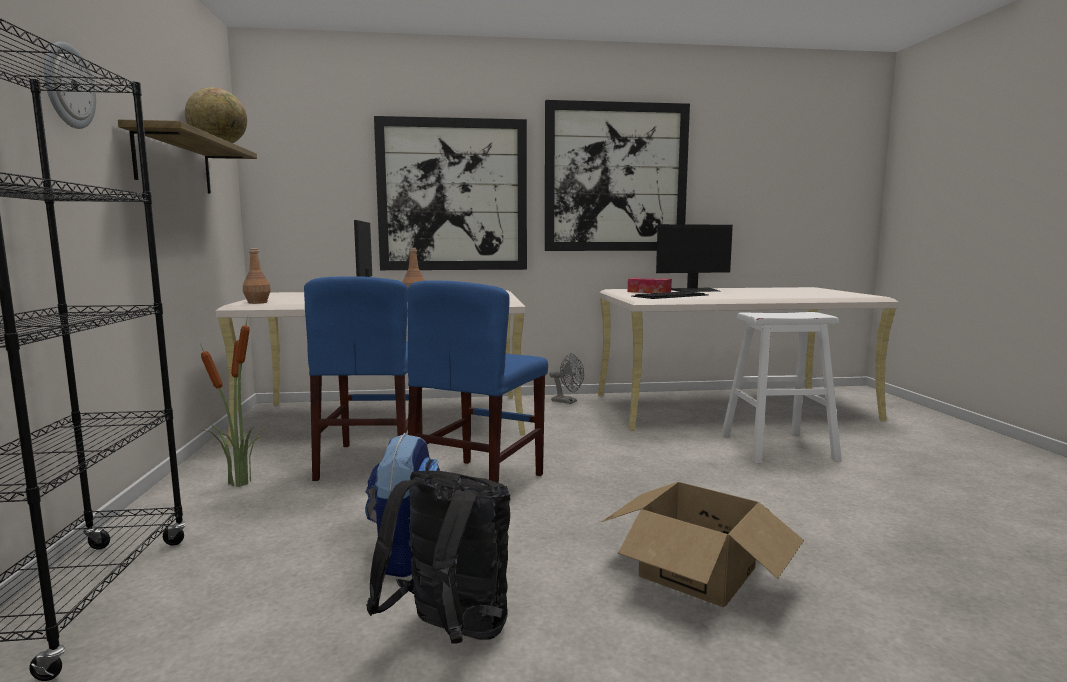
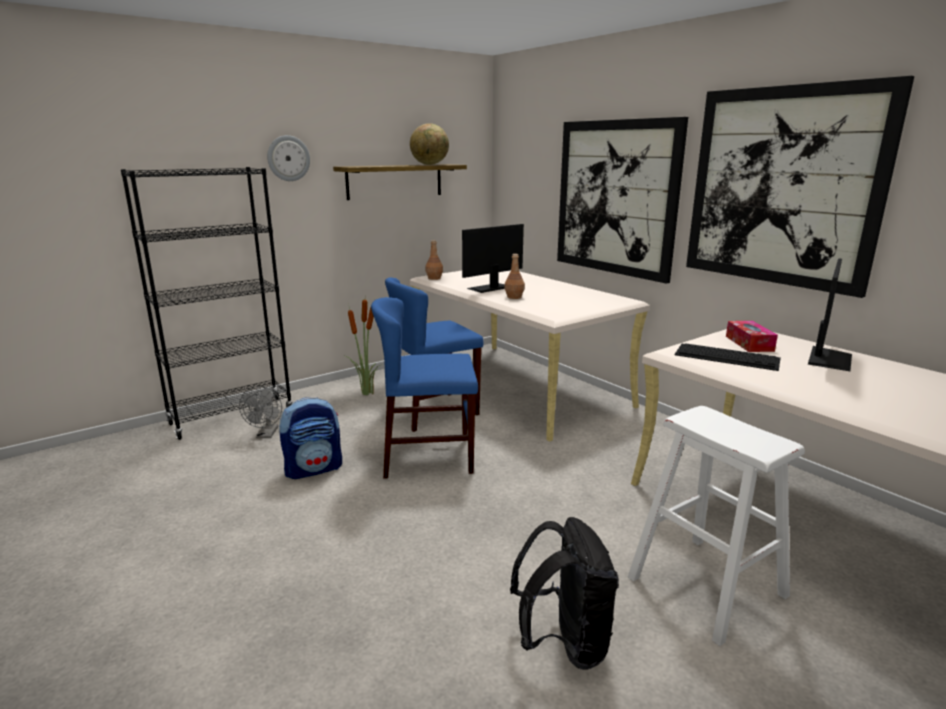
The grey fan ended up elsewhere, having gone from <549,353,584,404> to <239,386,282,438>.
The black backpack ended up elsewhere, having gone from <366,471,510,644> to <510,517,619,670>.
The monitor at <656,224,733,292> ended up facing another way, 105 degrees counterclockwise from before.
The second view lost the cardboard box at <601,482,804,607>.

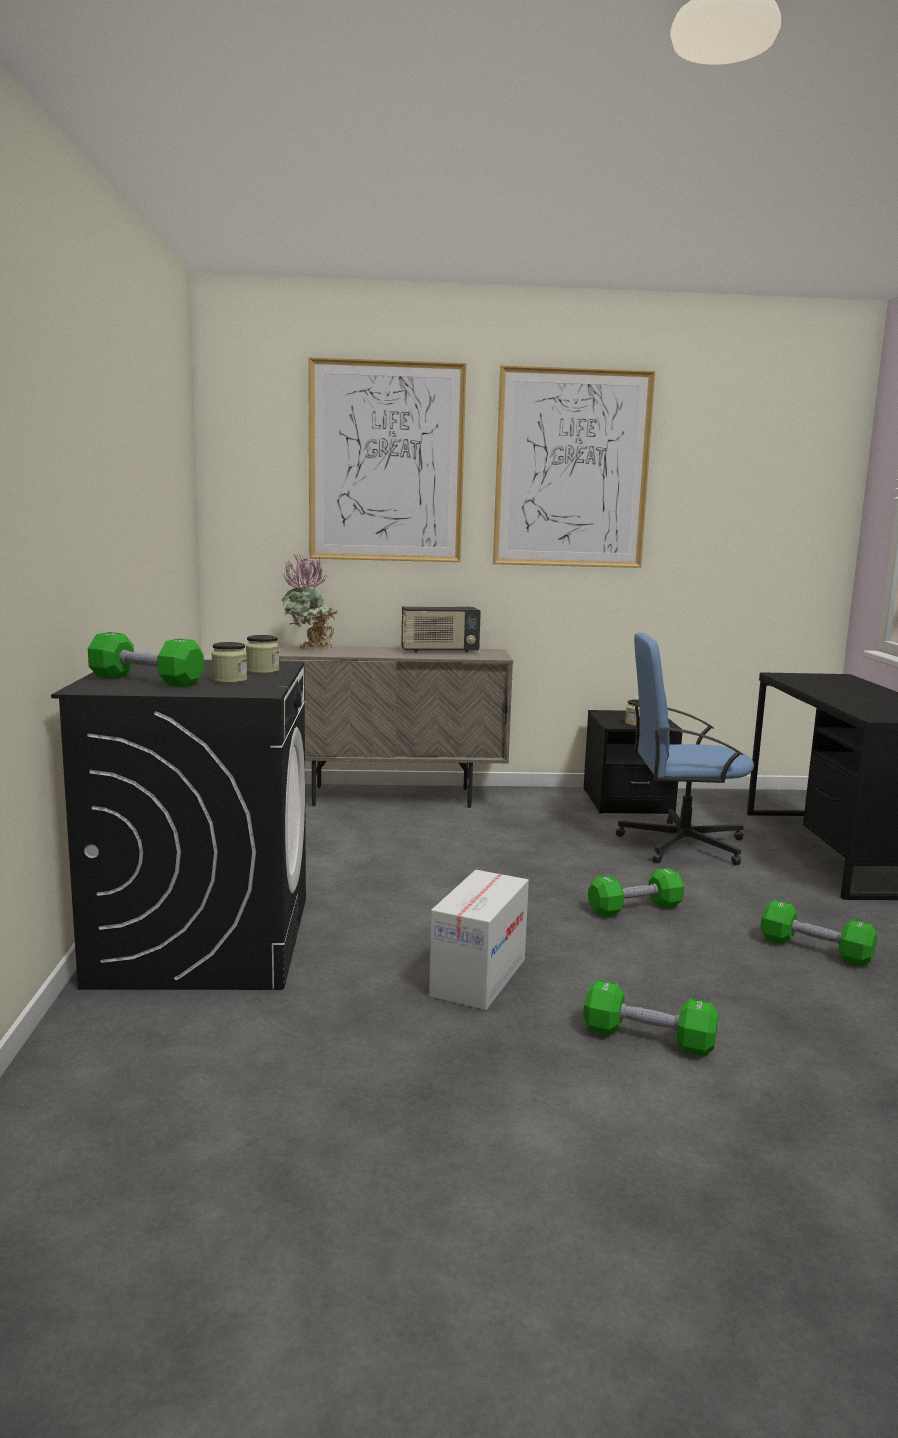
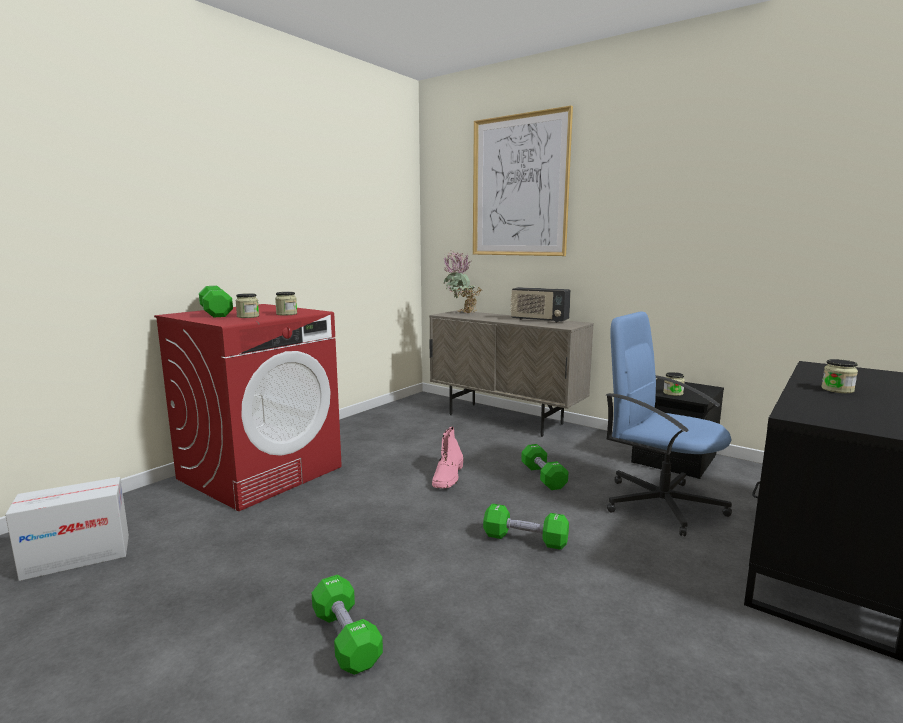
The cardboard box ended up elsewhere, having gone from <429,870,529,1010> to <5,477,129,581>.
What was the black washing machine at <51,660,306,990> turned into the red washing machine at <154,304,342,511>.
The second view gained the pink boot at <432,427,463,489>.
The green dumbbell ended up elsewhere, having gone from <760,900,877,967> to <521,444,568,490>.
The second view gained the jar at <821,359,858,393>.
The second view lost the picture at <493,365,655,568>.

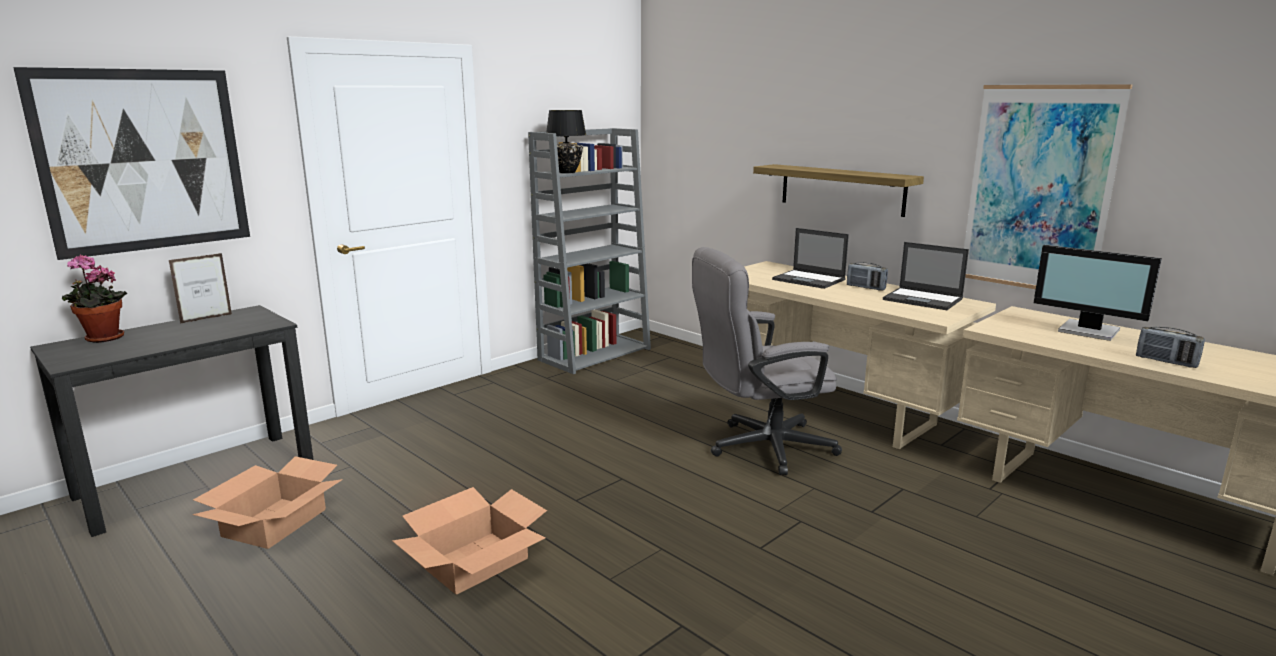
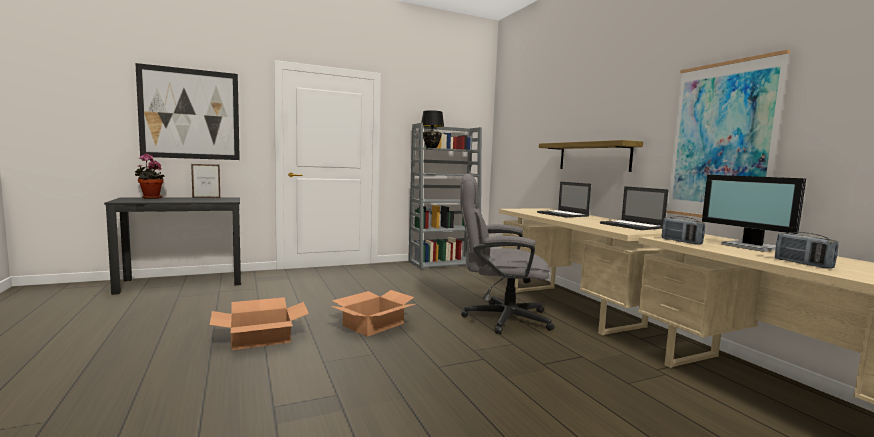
The cardboard box ended up elsewhere, having gone from <192,456,343,549> to <331,290,415,337>.
The radio ended up elsewhere, having gone from <847,262,888,290> to <662,217,705,245>.

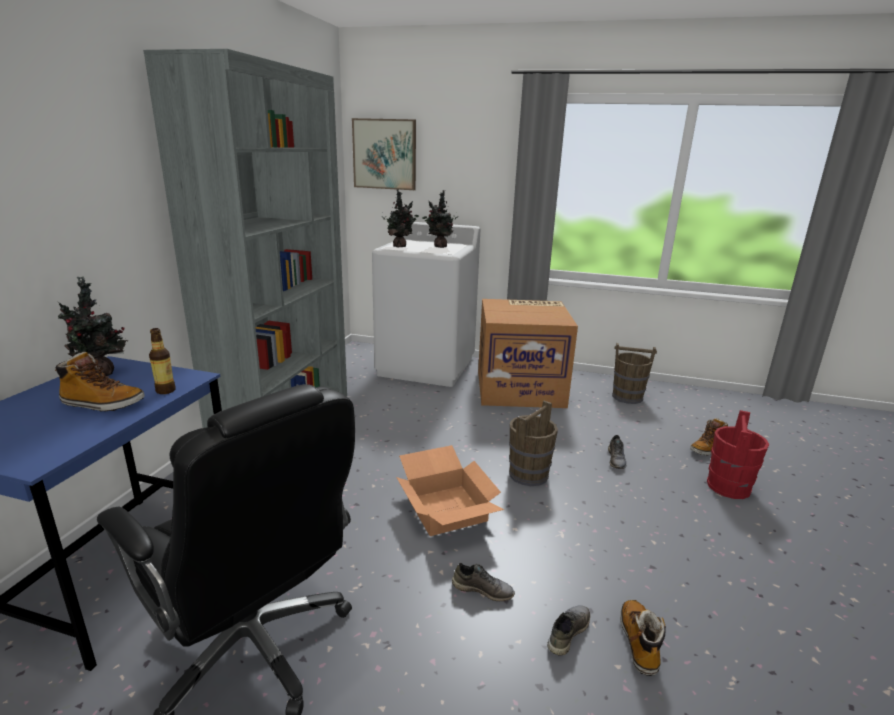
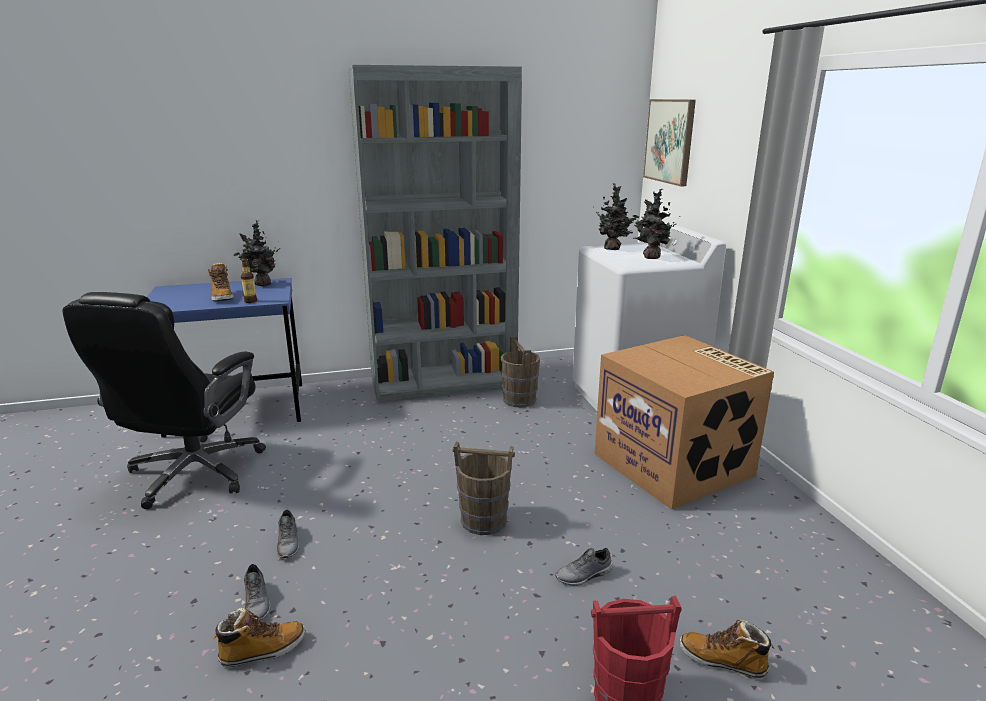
The grey shoe at <547,606,590,655> ended up facing another way, 60 degrees clockwise from before.
The brown bucket ended up elsewhere, having gone from <612,343,657,404> to <501,336,540,408>.
The second view lost the cardboard box at <396,445,504,536>.

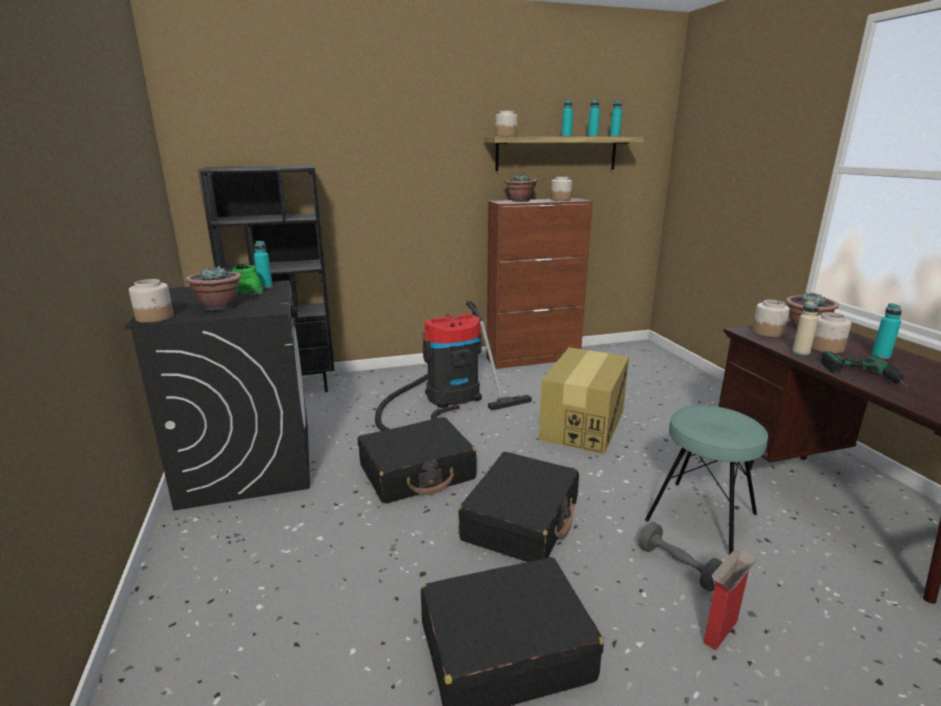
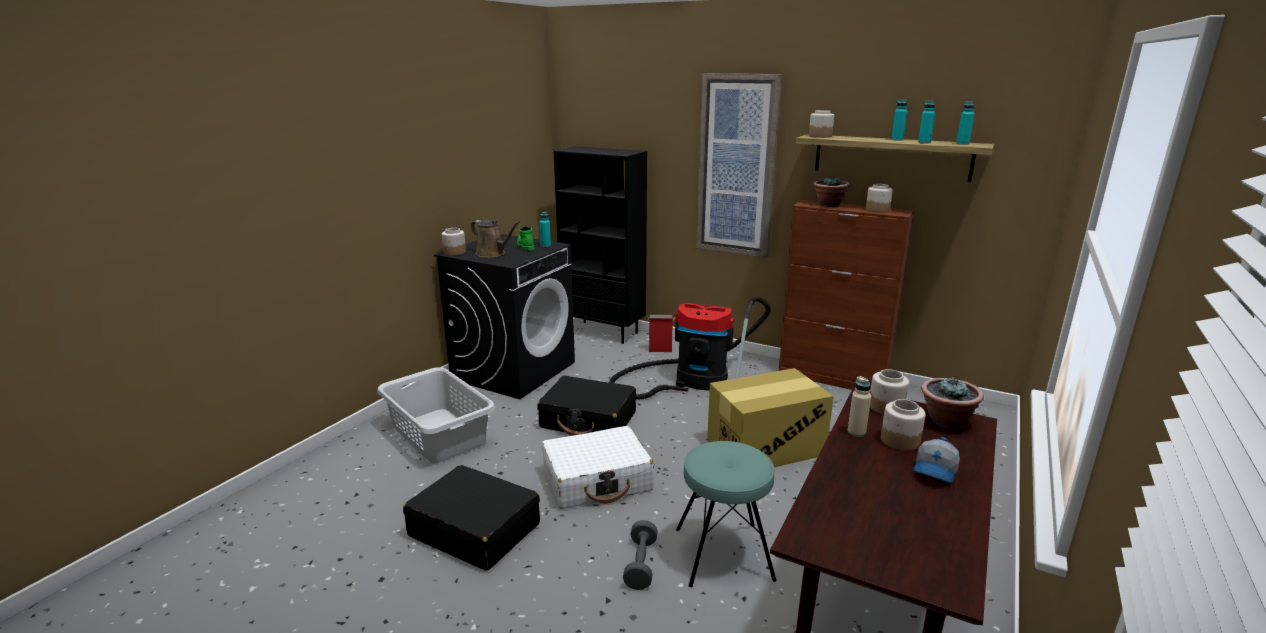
The second view gained the grey laundry basket at <377,367,495,463>.
Where the potted plant stood at <185,265,242,311>, the brown watering can came to stand at <471,219,520,258>.
What was the black suitcase at <458,452,579,562> turned into the white suitcase at <542,426,654,509>.
The cardboard box ended up elsewhere, having gone from <703,549,756,651> to <647,315,675,352>.
The second view gained the picture at <696,73,782,258>.
Where the turquoise bottle stood at <872,303,902,359>, the cap came to stand at <913,437,960,484>.
The second view lost the power drill at <820,351,907,386>.

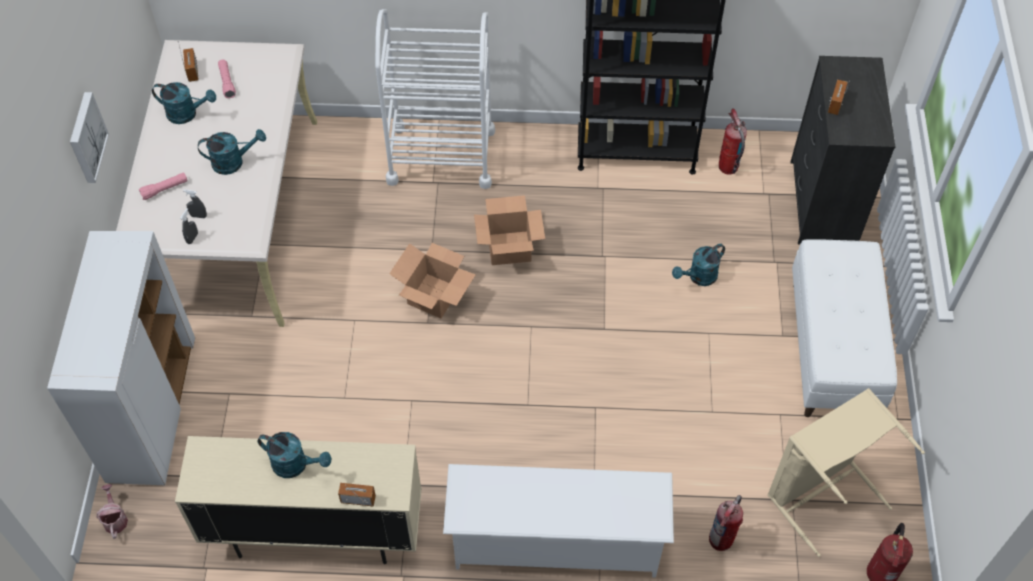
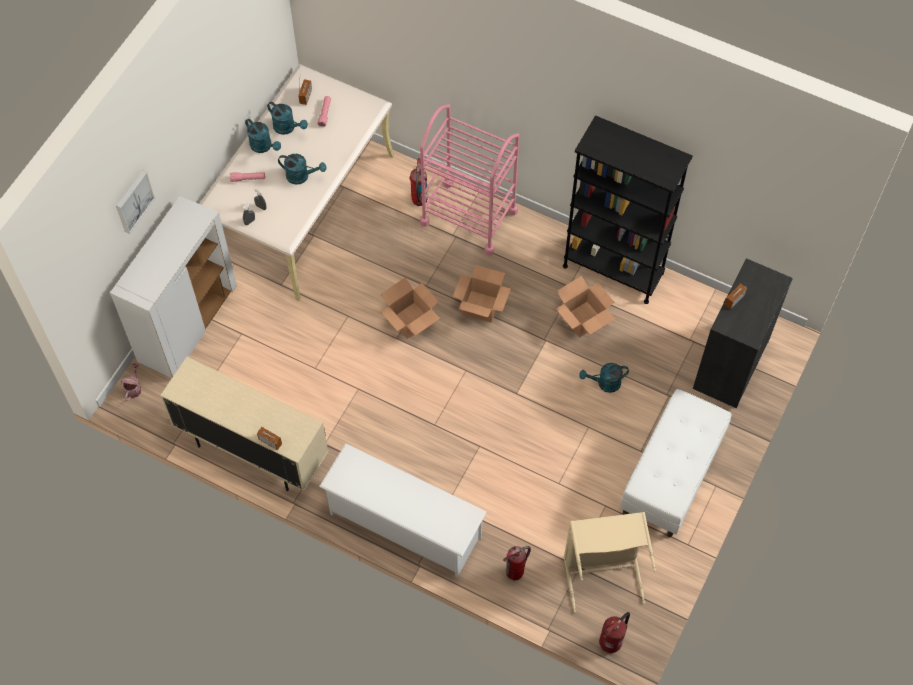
The picture ended up elsewhere, having gone from <70,92,109,183> to <116,170,155,234>.
The turquoise watering can ended up elsewhere, having gone from <257,432,332,478> to <245,119,281,153>.
The fire extinguisher ended up elsewhere, having gone from <719,108,747,175> to <410,158,428,206>.
What was the white cart at <375,9,495,189> turned into the pink cart at <420,104,520,256>.
The second view gained the cardboard box at <556,276,615,337>.

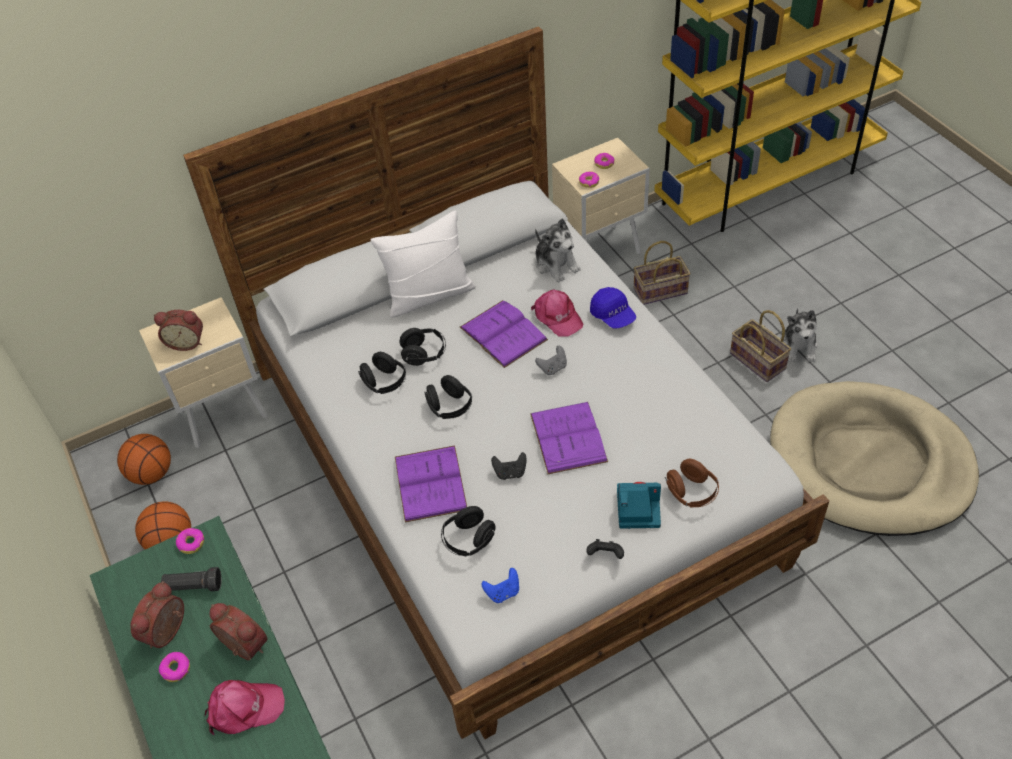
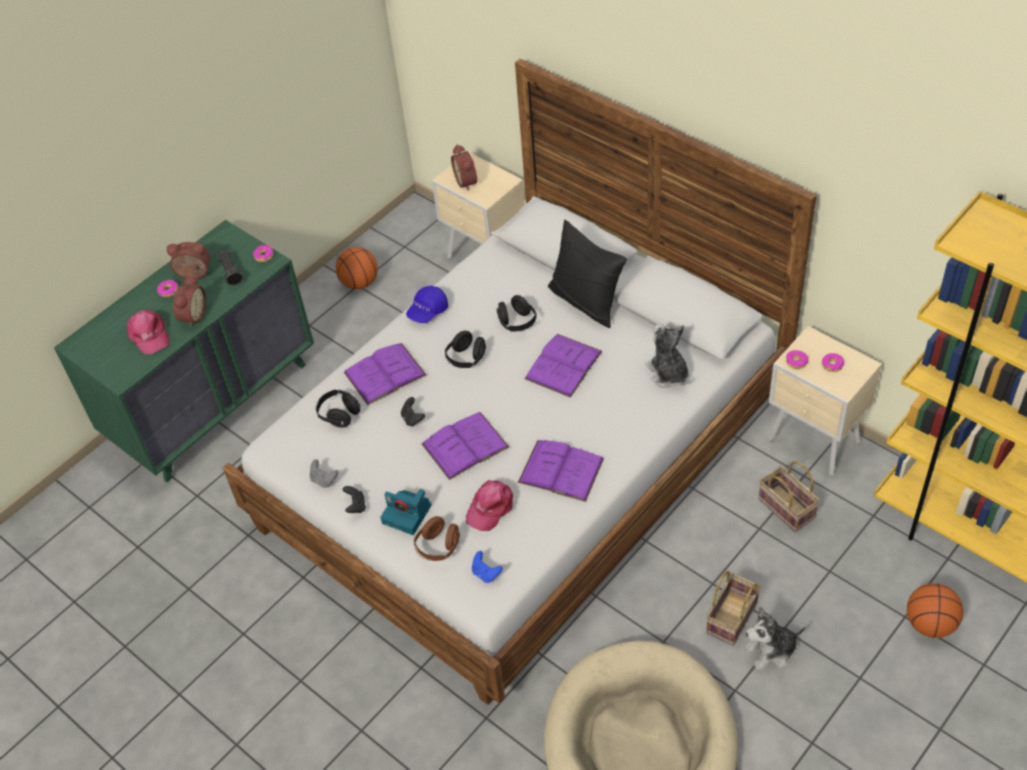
The grey game controller ended up elsewhere, having gone from <535,345,567,375> to <310,459,338,488>.
The photo camera at <617,482,661,529> ended up facing another way, 135 degrees clockwise from before.
The blue cap ended up elsewhere, having gone from <590,287,636,328> to <406,286,448,323>.
The pink cap ended up elsewhere, having gone from <531,290,583,337> to <466,480,513,531>.
The blue game controller ended up elsewhere, having gone from <481,568,519,603> to <472,551,503,583>.
The second view gained the purple book at <518,440,604,502>.
What was the white pillow at <371,211,476,318> turned into the black pillow at <548,220,627,328>.
The plush toy at <535,219,581,282> ended up facing another way, 120 degrees clockwise from before.
The basketball ended up elsewhere, having gone from <117,434,171,485> to <907,583,963,638>.
The second view lost the black headphones at <358,352,406,394>.

